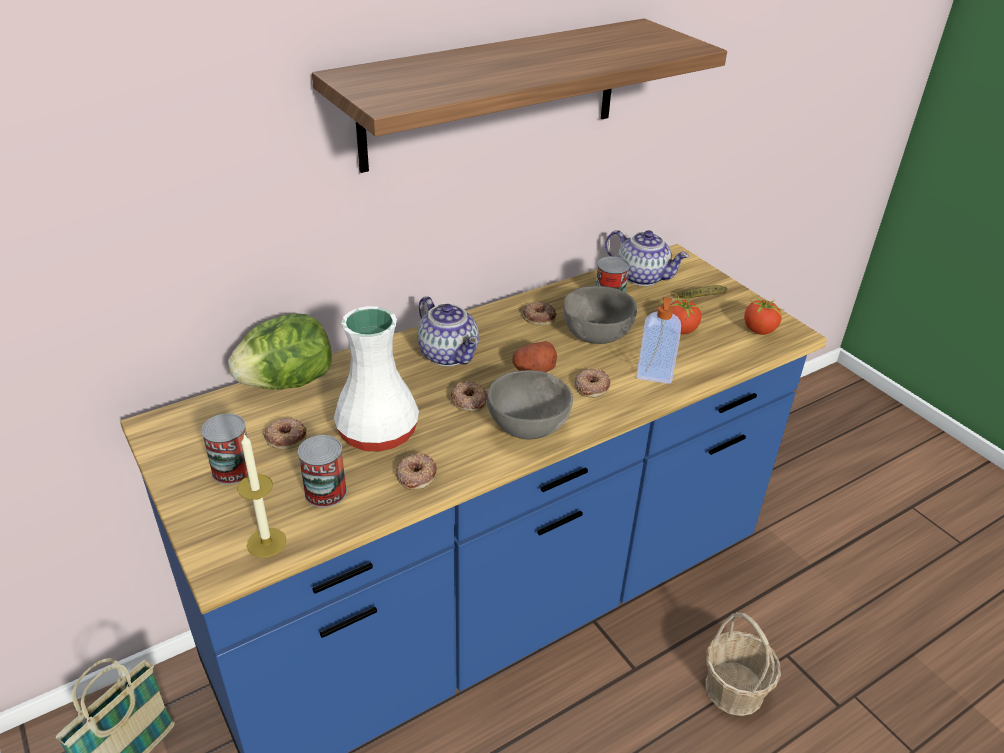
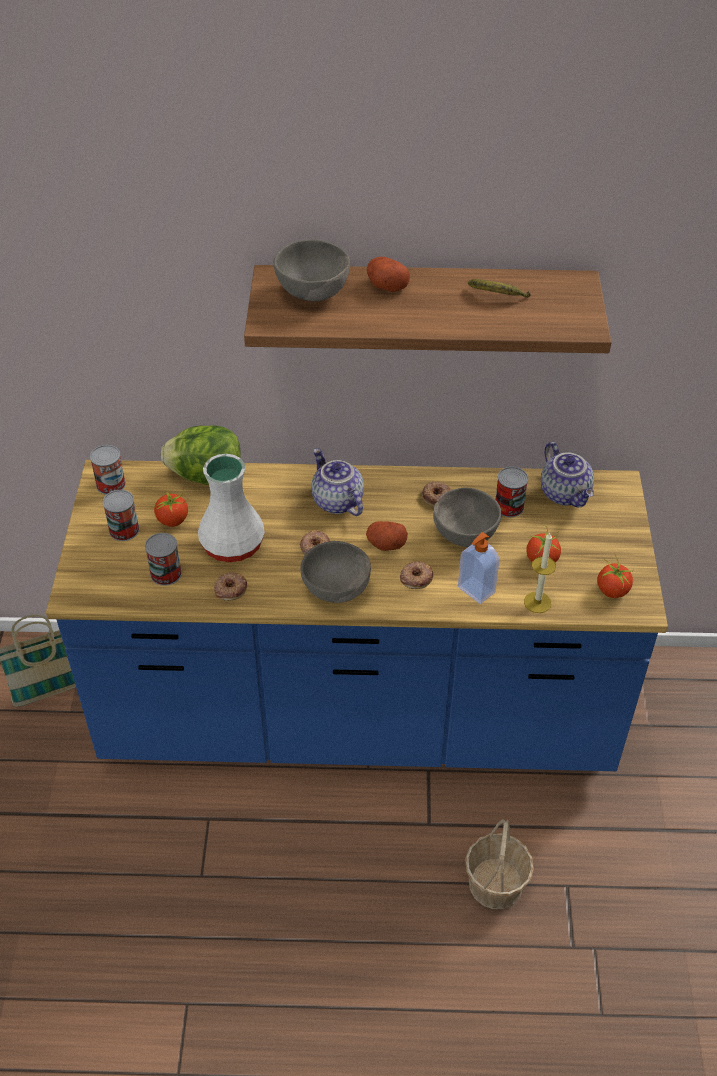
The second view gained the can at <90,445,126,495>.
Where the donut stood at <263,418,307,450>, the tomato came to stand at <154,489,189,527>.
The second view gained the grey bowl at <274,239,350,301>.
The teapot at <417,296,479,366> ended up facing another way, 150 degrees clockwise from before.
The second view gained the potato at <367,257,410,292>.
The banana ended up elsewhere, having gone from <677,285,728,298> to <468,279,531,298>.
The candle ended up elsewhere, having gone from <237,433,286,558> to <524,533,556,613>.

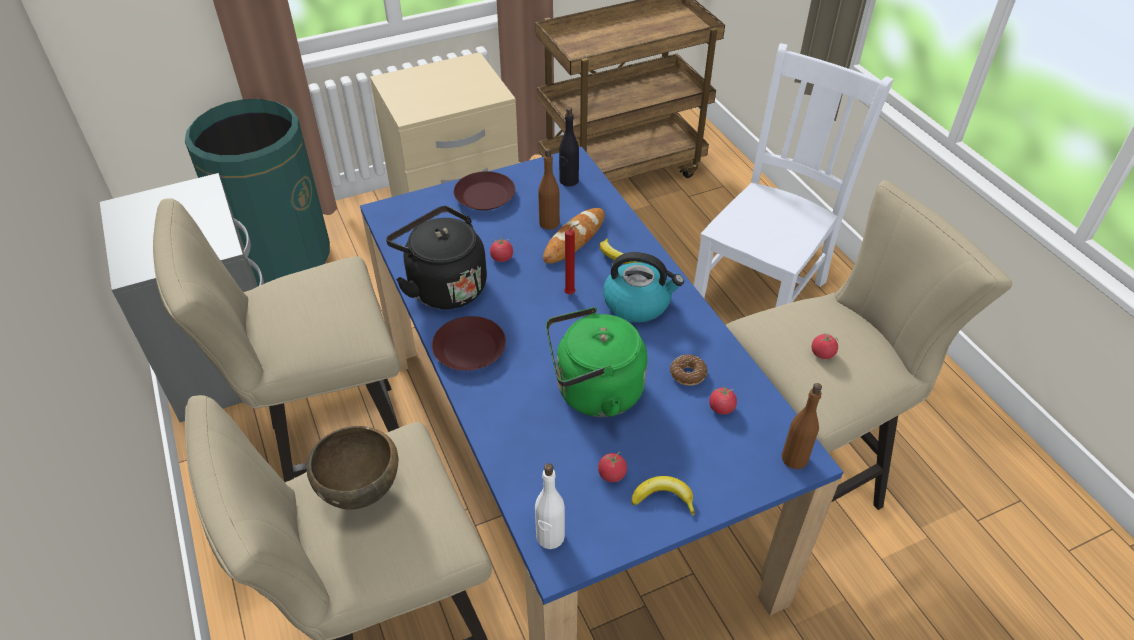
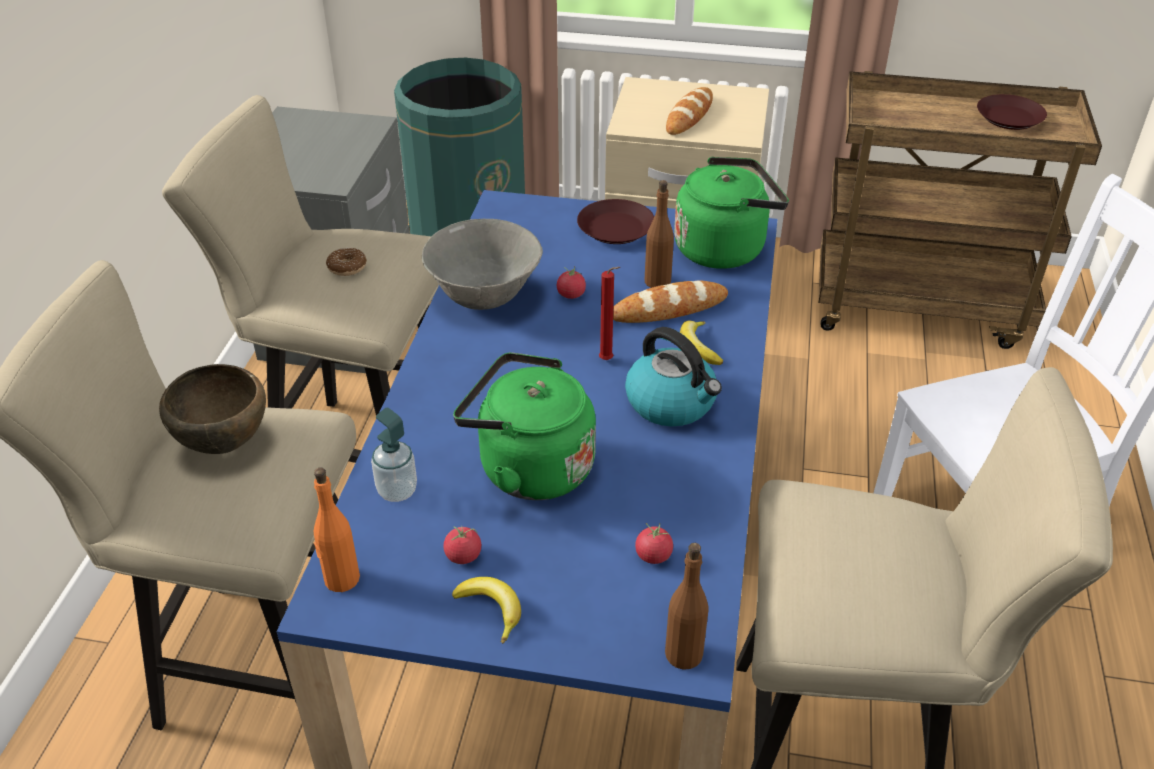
What was the white bottle at <535,463,565,549> turned into the orange bottle at <314,467,360,592>.
The donut ended up elsewhere, having gone from <670,355,707,386> to <326,248,367,276>.
The second view gained the soap dispenser at <371,408,417,502>.
Where the black kettle stood at <386,206,487,309>, the grey bowl came to stand at <422,219,543,310>.
The second view gained the bread at <666,87,713,135>.
Where the black bottle stood at <559,107,579,187>, the green kettle came to stand at <674,157,789,269>.
The brown plate ended up elsewhere, having gone from <432,316,506,371> to <977,94,1047,130>.
The second view lost the tomato at <811,332,838,359>.

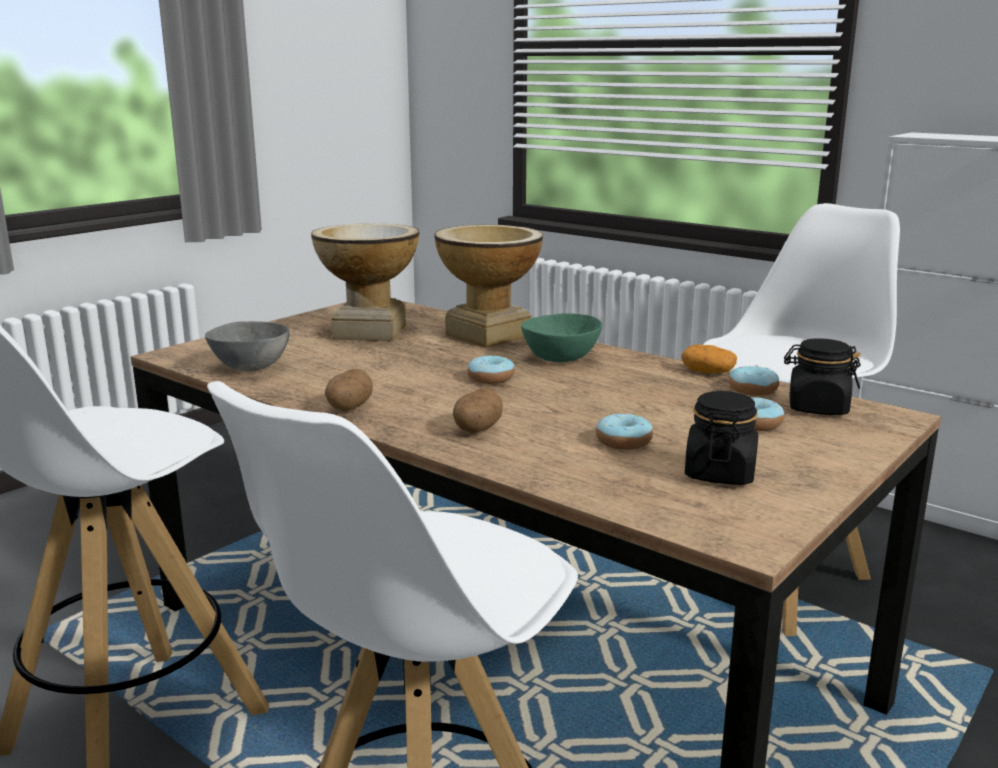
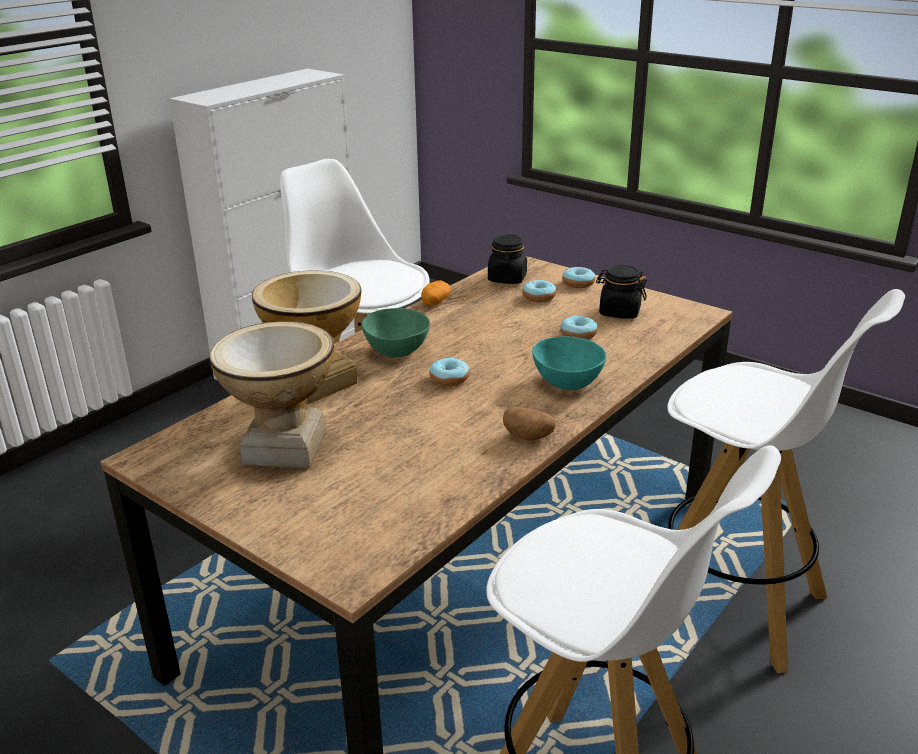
Where the potato stood at <453,388,503,433>, the turquoise bowl came to stand at <532,336,606,390>.
The donut ended up elsewhere, having gone from <729,365,779,396> to <562,267,595,288>.
The second view lost the grey bowl at <205,321,290,371>.

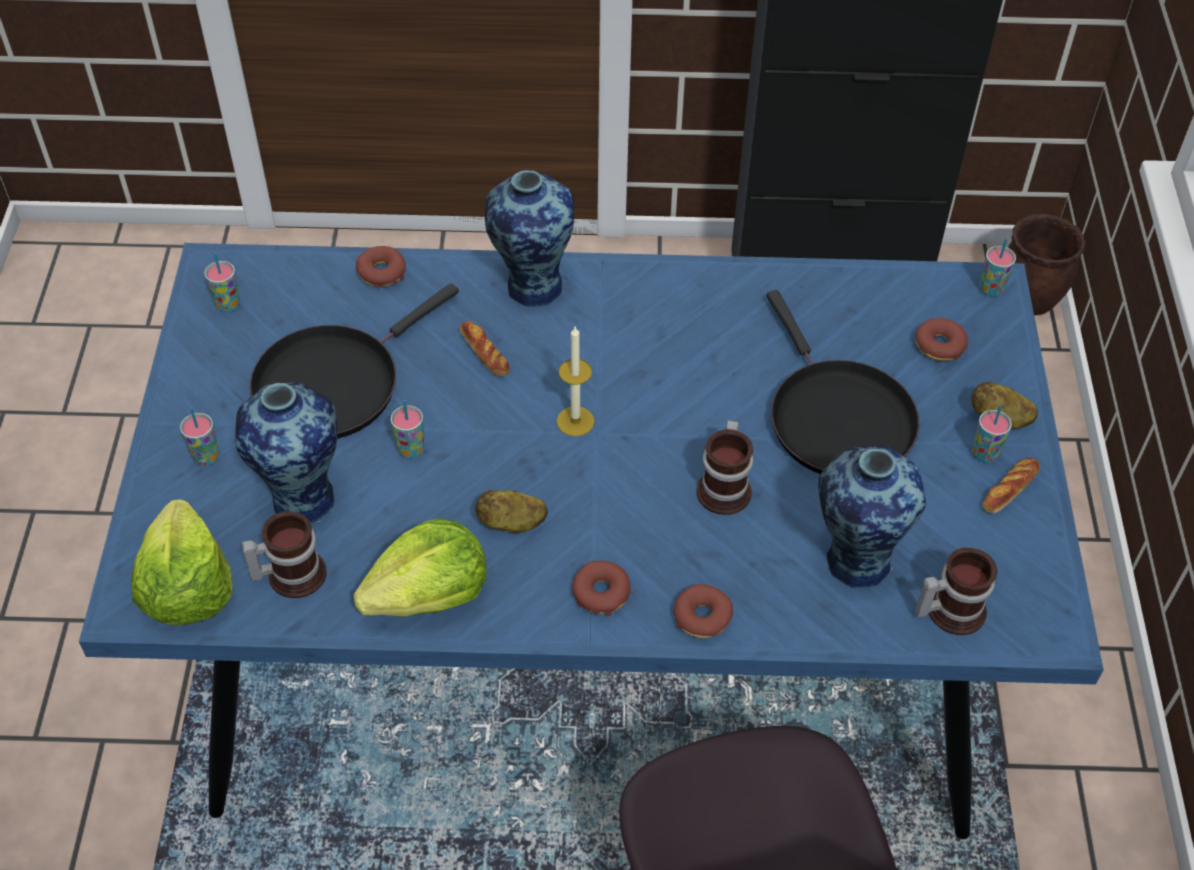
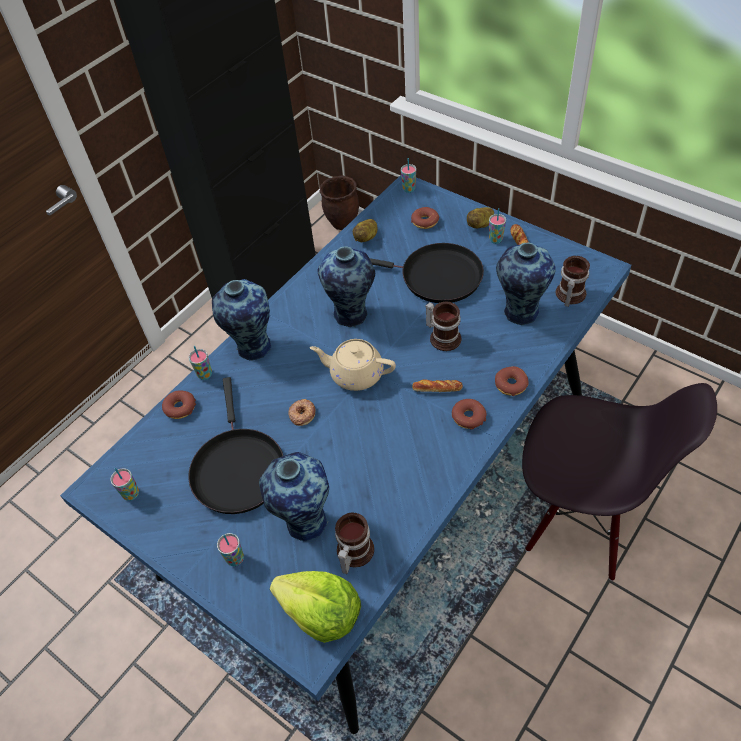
The cup ended up elsewhere, having gone from <391,400,424,459> to <189,346,212,380>.
The second view gained the donut at <288,399,315,426>.
Where the candle stood at <557,327,595,436>, the beige teapot came to stand at <310,339,396,391>.
The second view gained the vase at <318,246,375,327>.
The potato ended up elsewhere, having gone from <475,490,548,533> to <353,219,378,242>.
The bread ended up elsewhere, having gone from <460,321,509,376> to <412,379,463,392>.
The second view lost the lettuce at <353,518,487,617>.

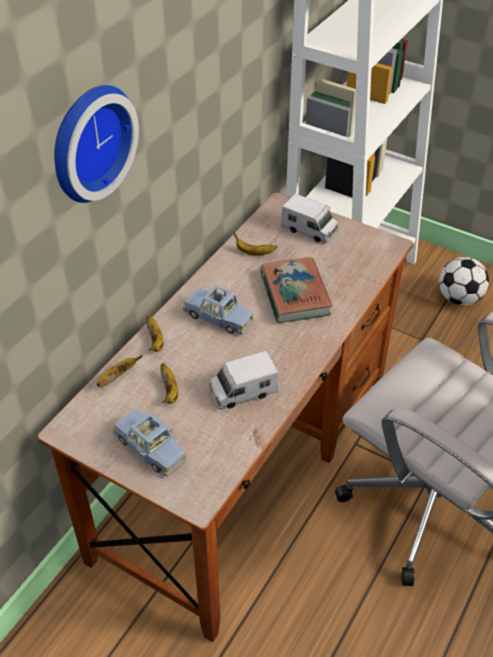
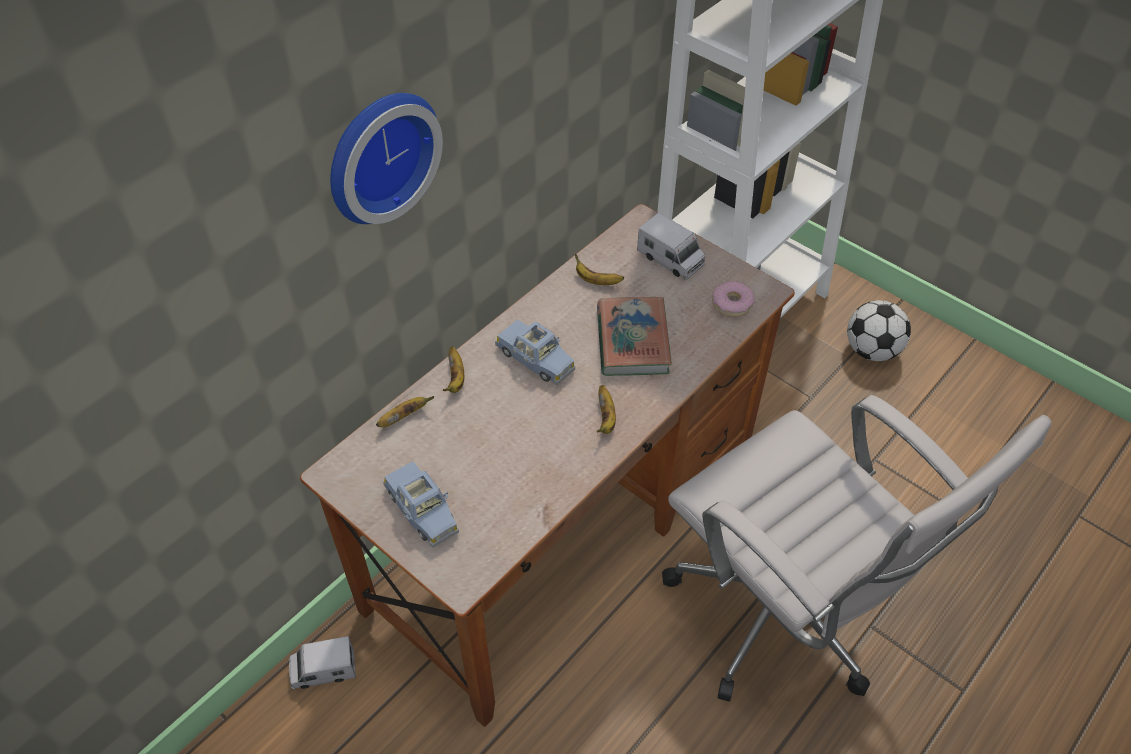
The toy truck ended up elsewhere, having gone from <209,351,278,409> to <289,636,356,690>.
The banana ended up elsewhere, having gone from <160,363,178,404> to <597,385,616,434>.
The second view gained the donut at <712,281,755,317>.

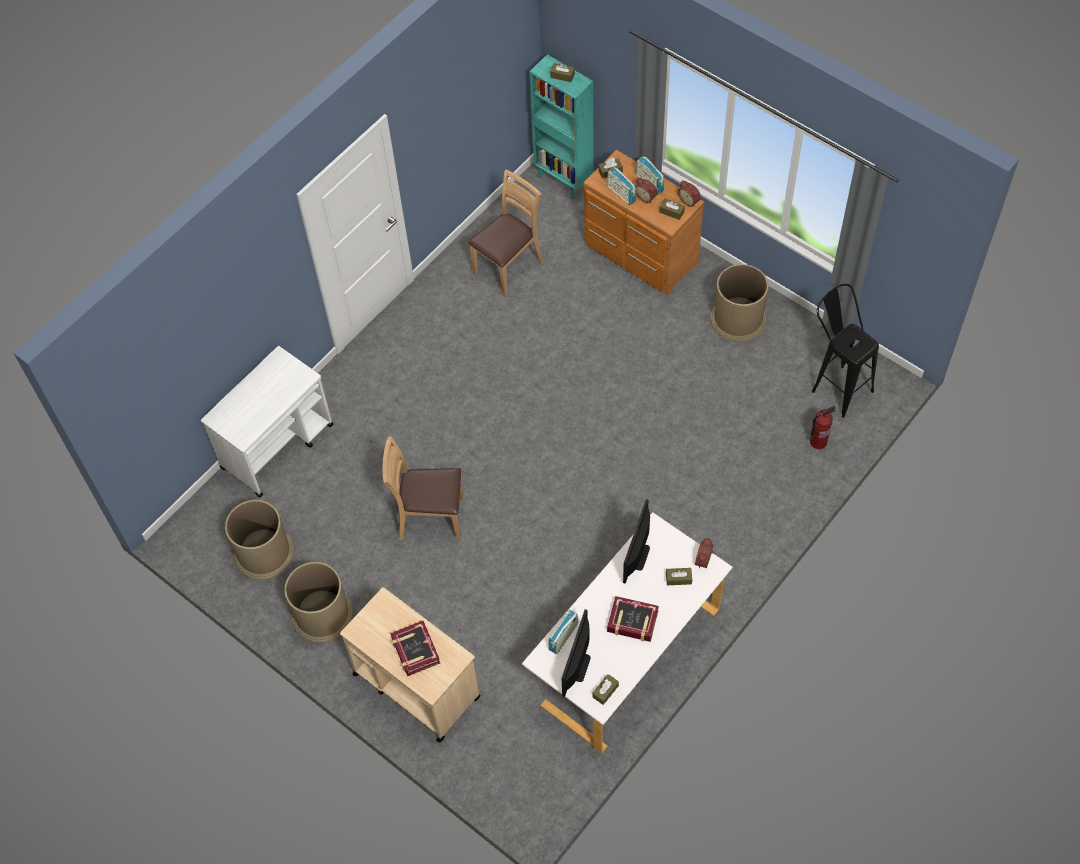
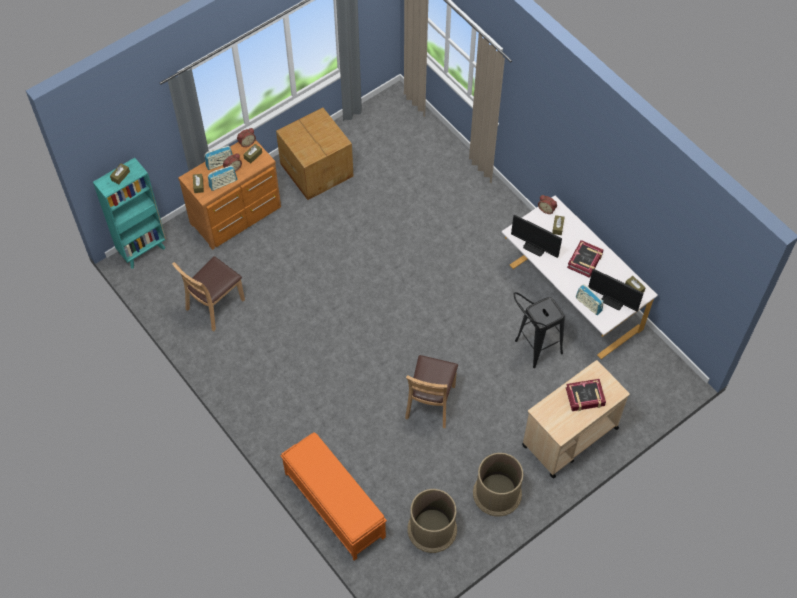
The brown chair at <468,170,544,296> ended up facing another way, 105 degrees counterclockwise from before.
Where the brown trash can stood at <710,264,768,342>, the cardboard box came to stand at <276,107,353,200>.
Where the white cart stood at <201,346,333,498>, the orange bench came to stand at <280,432,387,561>.
The black stool ended up elsewhere, having gone from <812,284,879,418> to <514,292,565,368>.
The second view lost the fire extinguisher at <810,405,836,449>.

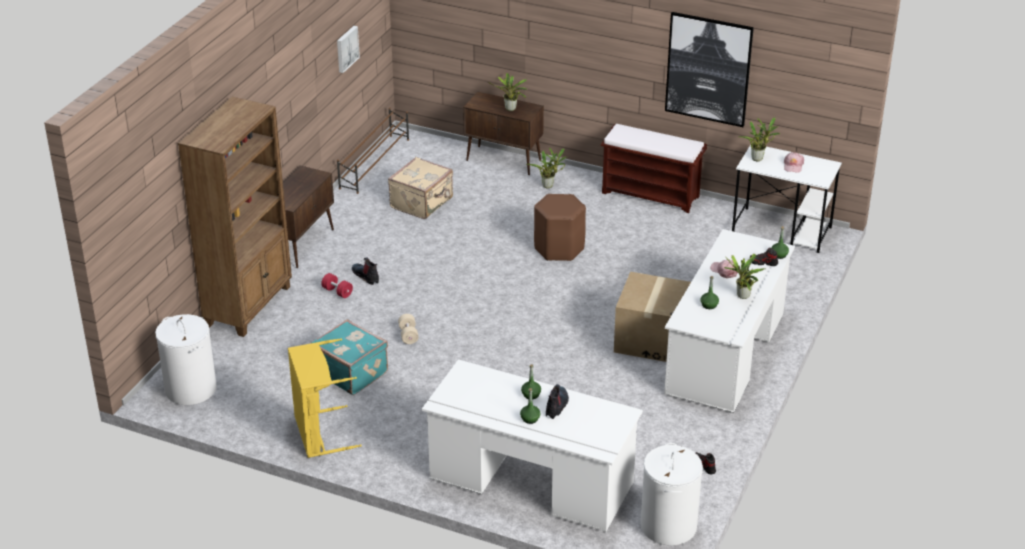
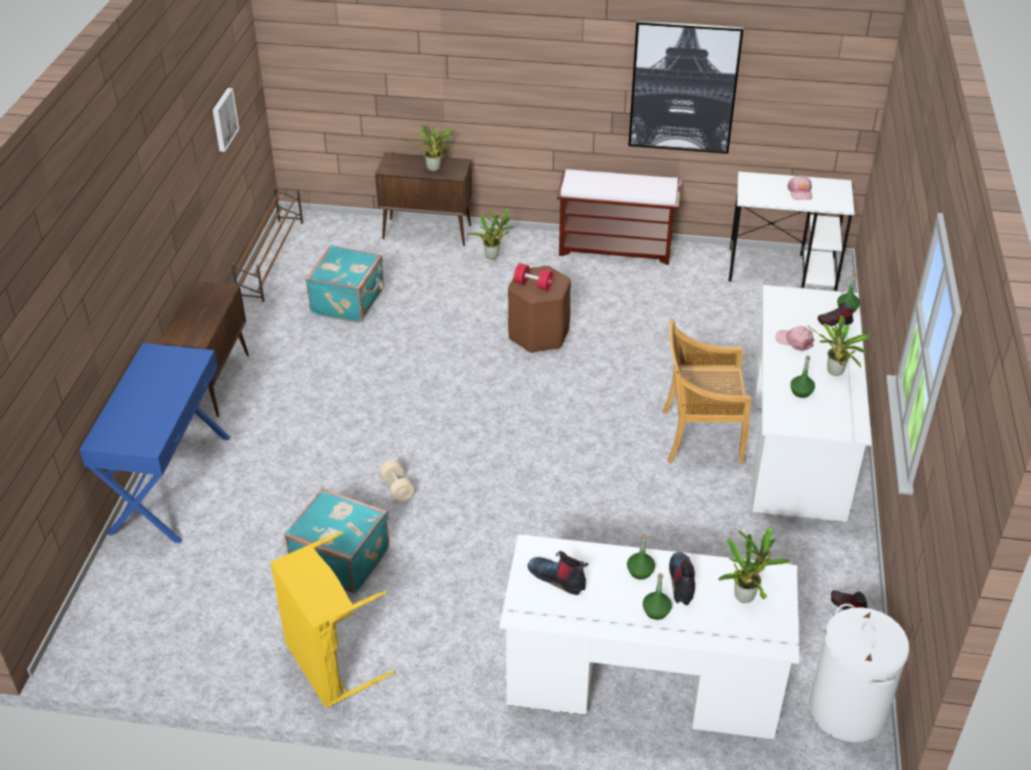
Where the brown bookcase stood at <178,97,292,337>, the blue console table came to stand at <79,343,230,543>.
What was the beige suitcase at <388,157,453,219> turned into the turquoise suitcase at <305,245,384,323>.
The red dumbbell ended up elsewhere, having gone from <321,273,353,298> to <514,263,553,291>.
The boot ended up elsewhere, having gone from <352,258,379,285> to <528,551,589,595>.
Where the cardboard box stood at <614,272,691,362>, the beige chair came to stand at <663,318,751,464>.
The potted plant ended up elsewhere, having gone from <739,117,781,162> to <718,527,790,603>.
The second view lost the white laundry basket at <155,314,217,405>.

